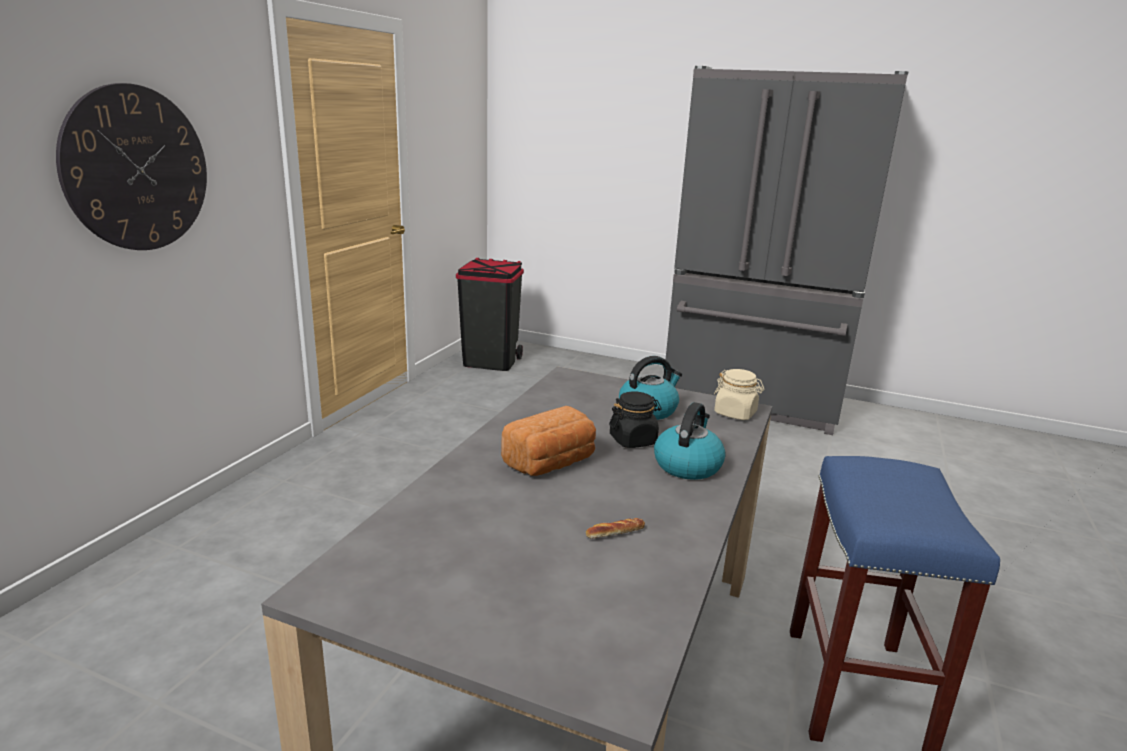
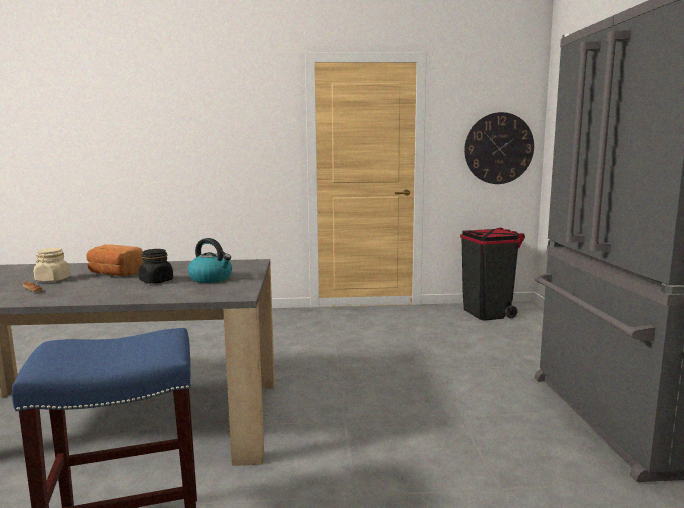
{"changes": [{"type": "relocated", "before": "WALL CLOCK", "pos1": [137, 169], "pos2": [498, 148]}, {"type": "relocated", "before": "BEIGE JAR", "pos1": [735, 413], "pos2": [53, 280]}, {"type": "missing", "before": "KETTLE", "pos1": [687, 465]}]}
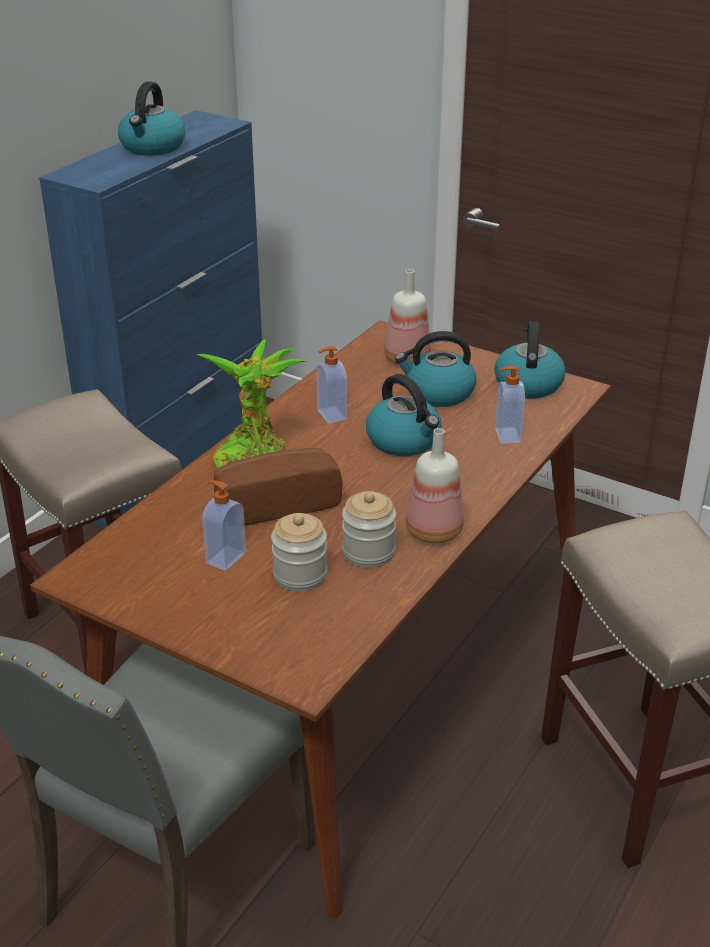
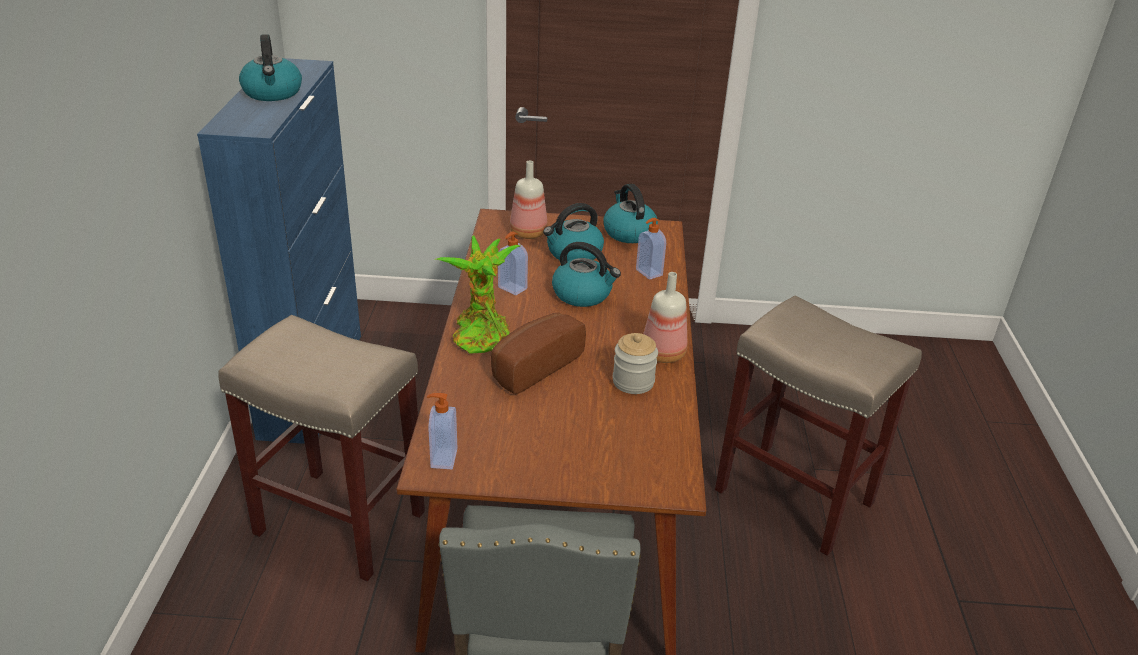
{"changes": [{"type": "relocated", "before": "SOAP DISPENSER", "pos1": [225, 558], "pos2": [442, 458]}, {"type": "missing", "before": "JAR", "pos1": [300, 575]}]}
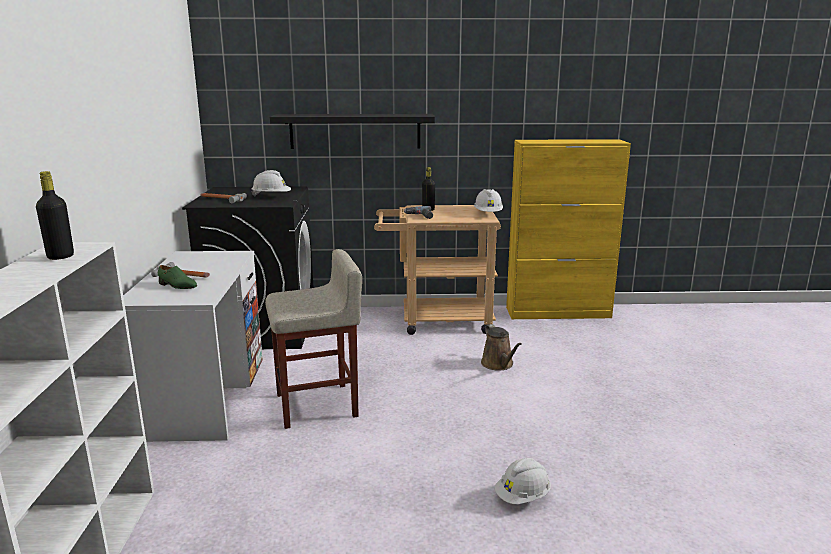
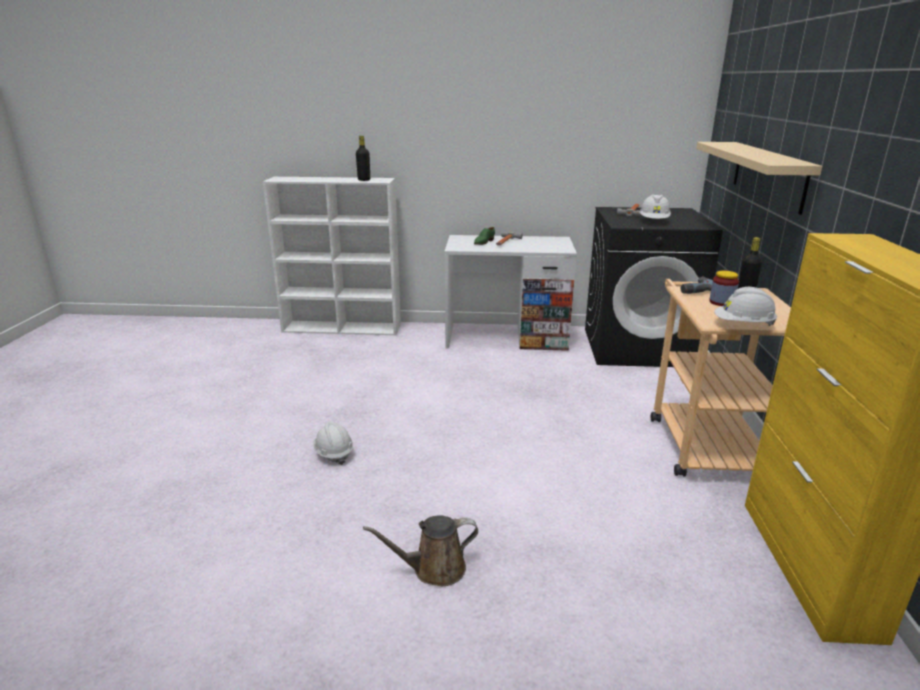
{"changes": [{"type": "colour", "before": "BLACK SHELF", "after": "BEIGE SHELF", "pos1": [355, 131], "pos2": [768, 175]}, {"type": "missing", "before": "BEIGE STOOL", "pos1": [318, 405]}, {"type": "relocated", "before": "BROWN WATERING CAN", "pos1": [498, 364], "pos2": [434, 569]}, {"type": "appeared", "after": "JAR", "pos2": [721, 302]}]}
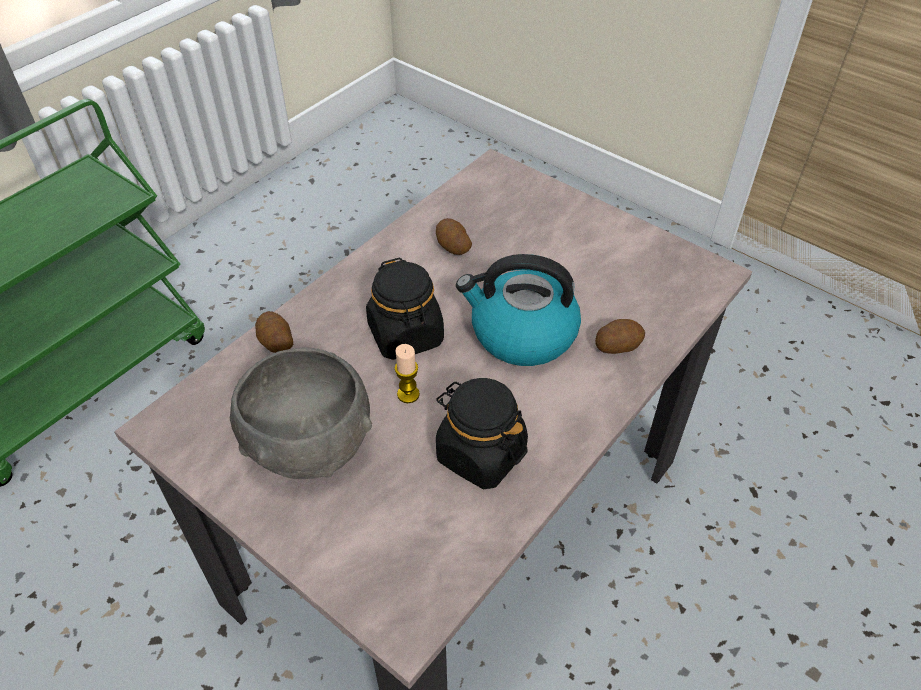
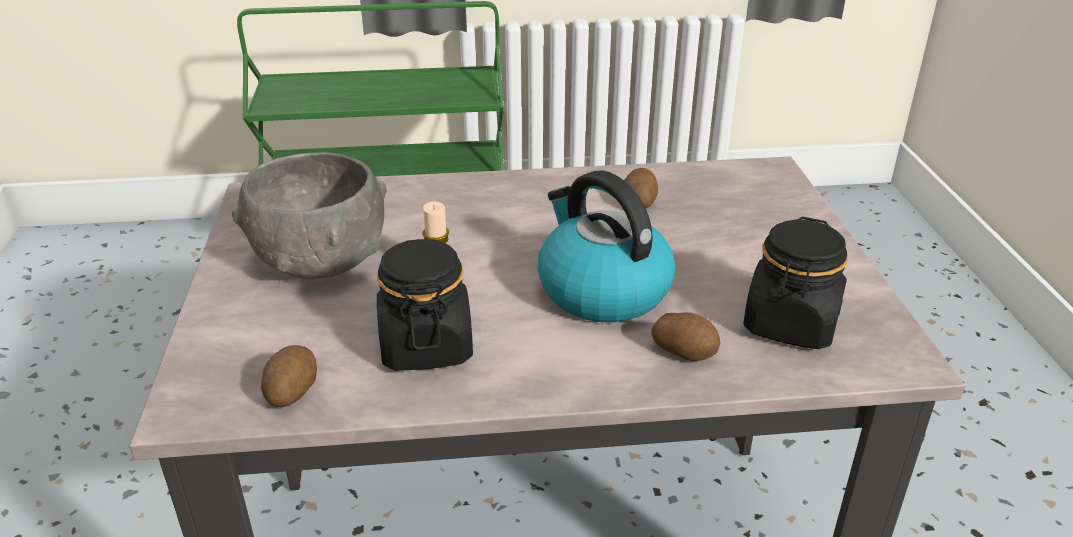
{"changes": [{"type": "relocated", "before": "BLACK JAR", "pos1": [406, 335], "pos2": [790, 324]}, {"type": "relocated", "before": "POTATO", "pos1": [275, 342], "pos2": [291, 391]}]}
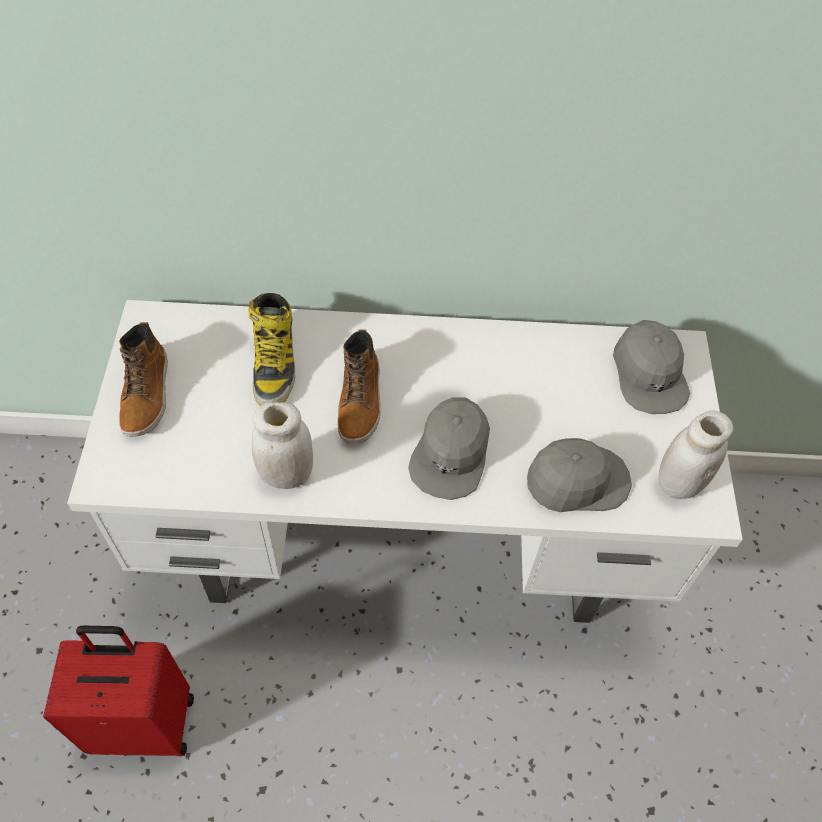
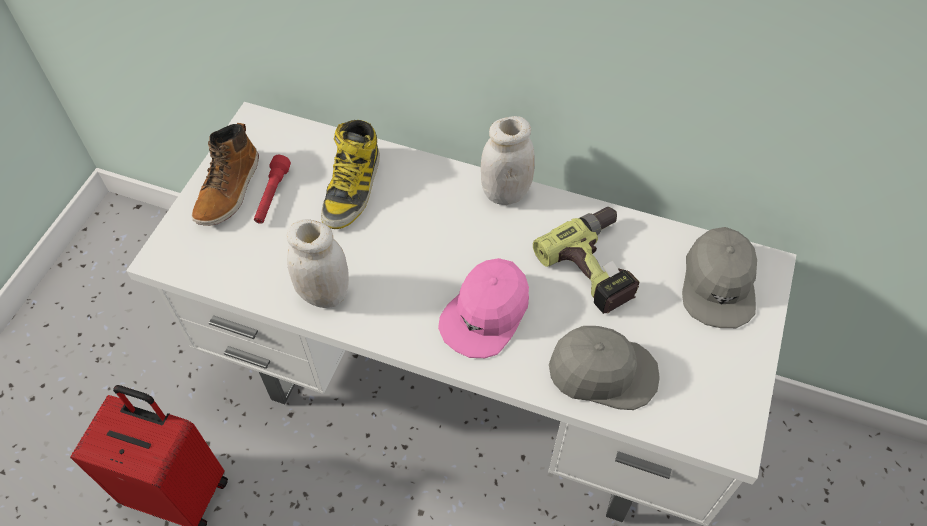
{"changes": [{"type": "missing", "before": "BOOT", "pos1": [360, 401]}, {"type": "colour", "before": "GREY CAP", "after": "PINK CAP", "pos1": [451, 454], "pos2": [486, 313]}, {"type": "relocated", "before": "WHITE JAR", "pos1": [679, 483], "pos2": [505, 192]}, {"type": "appeared", "after": "RED FLASHLIGHT", "pos2": [272, 196]}, {"type": "appeared", "after": "POWER DRILL", "pos2": [598, 265]}]}
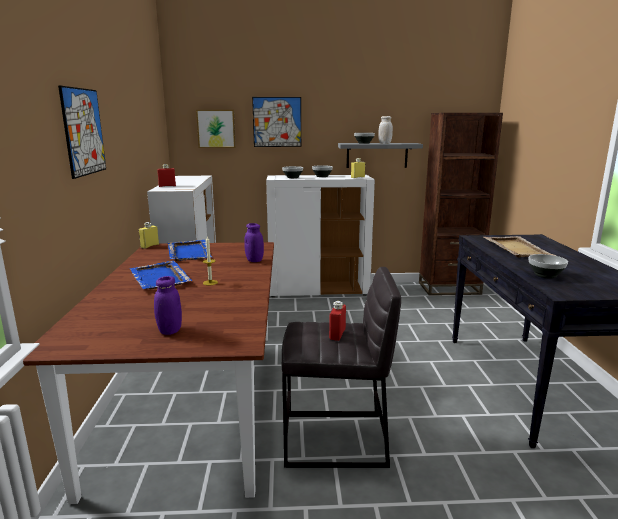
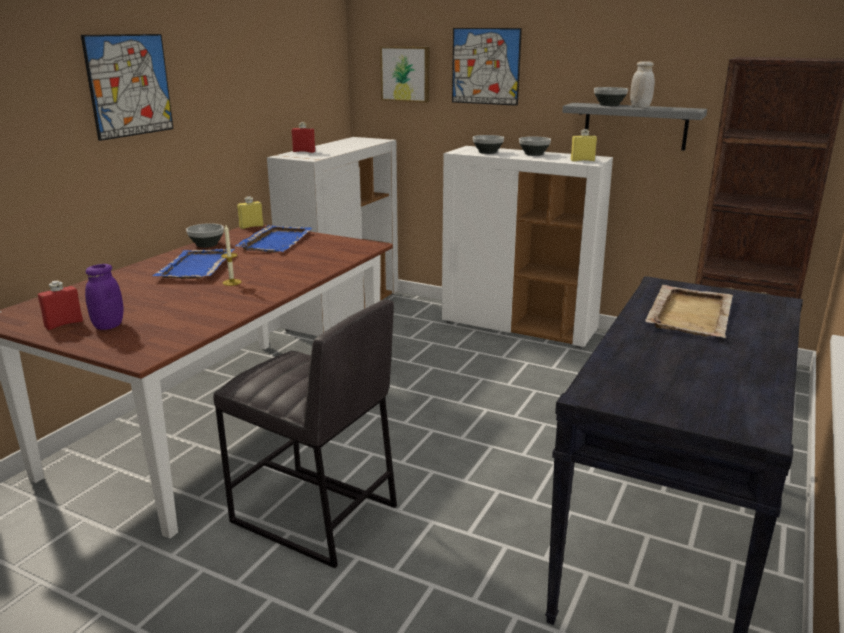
{"changes": [{"type": "missing", "before": "PURPLE JAR", "pos1": [254, 260]}, {"type": "relocated", "before": "BOWL", "pos1": [545, 275], "pos2": [206, 245]}, {"type": "relocated", "before": "RED BOTTLE", "pos1": [337, 334], "pos2": [64, 324]}]}
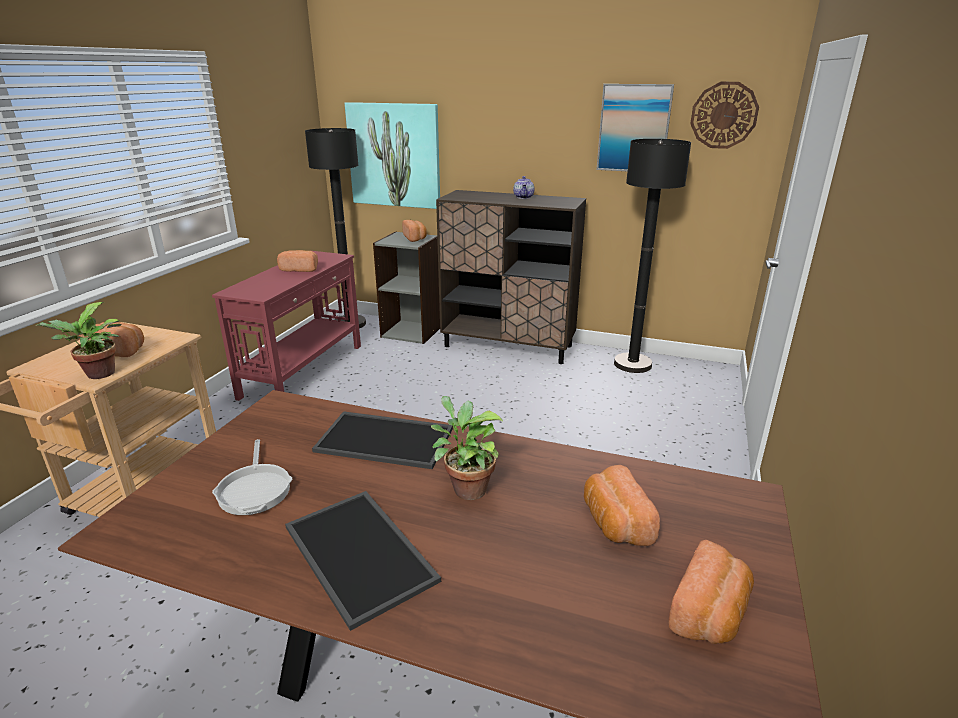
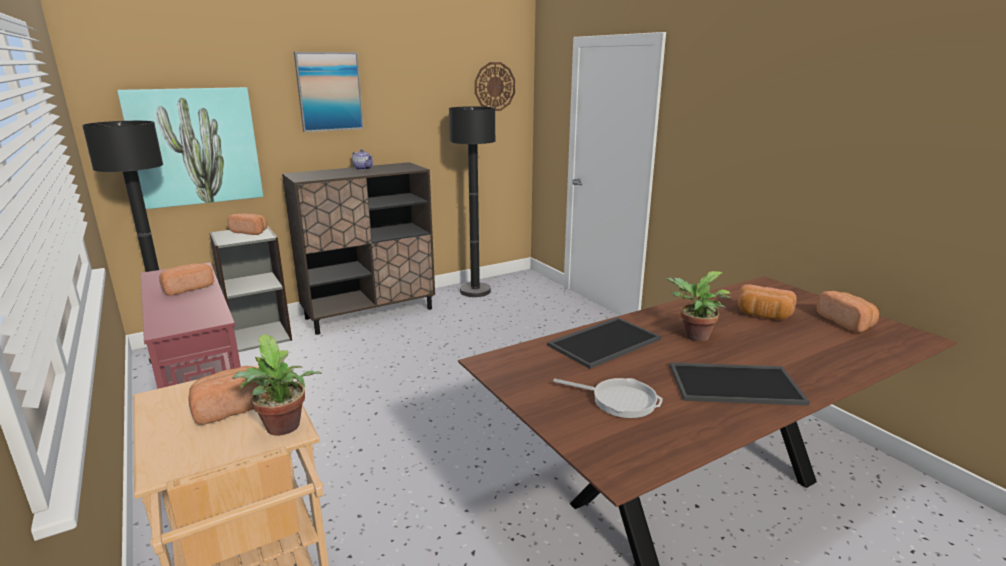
{"changes": [{"type": "relocated", "before": "PICTURE", "pos1": [634, 128], "pos2": [329, 92]}]}
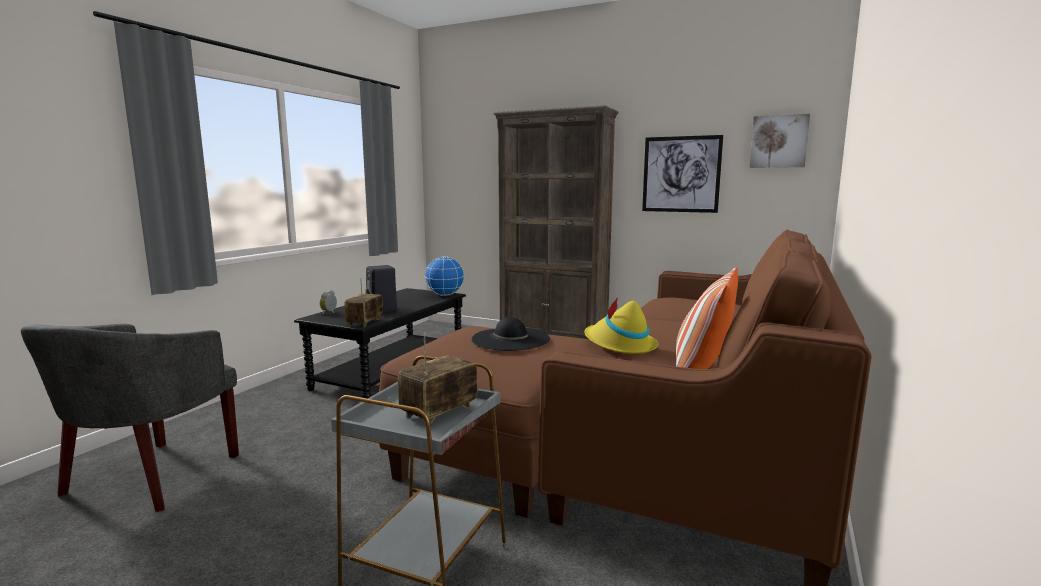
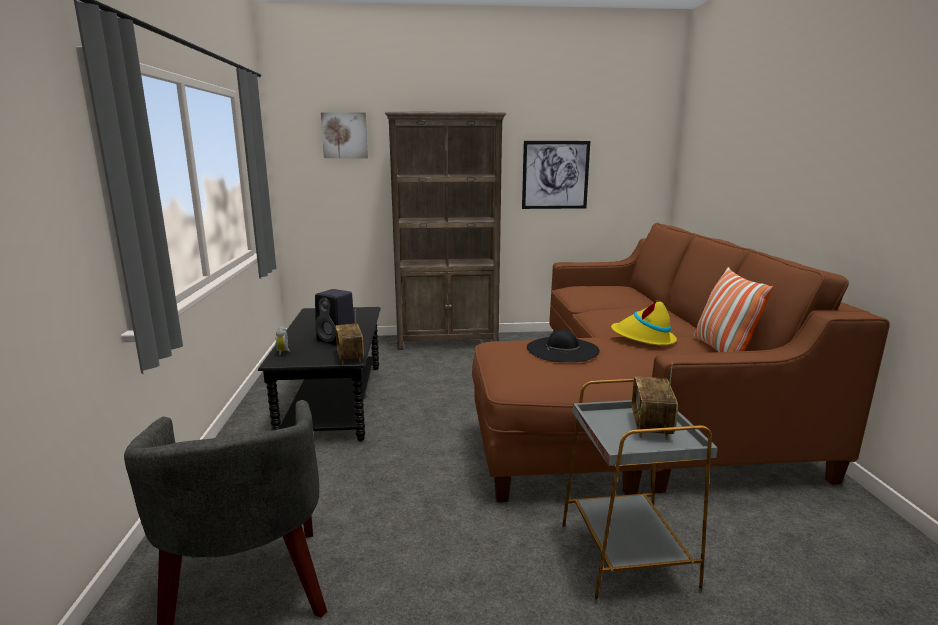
{"changes": [{"type": "relocated", "before": "PICTURE", "pos1": [779, 141], "pos2": [345, 135]}, {"type": "missing", "before": "GLOBE", "pos1": [445, 295]}]}
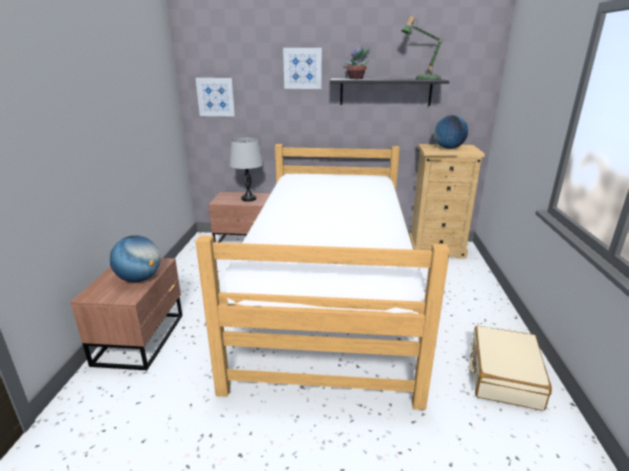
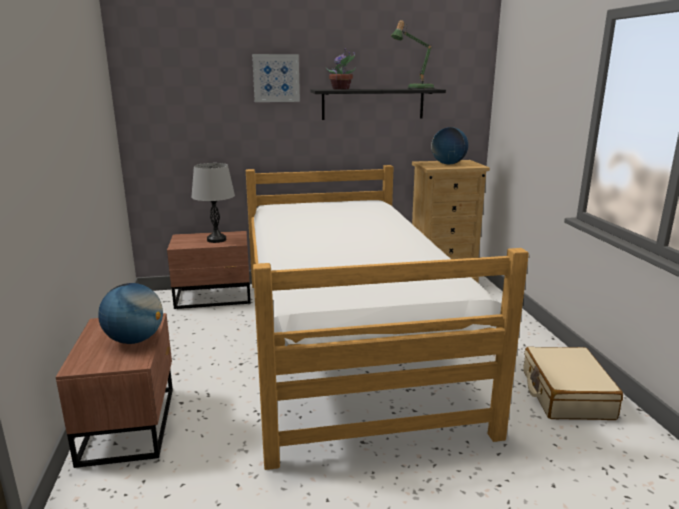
{"changes": [{"type": "missing", "before": "PICTURE", "pos1": [216, 97]}]}
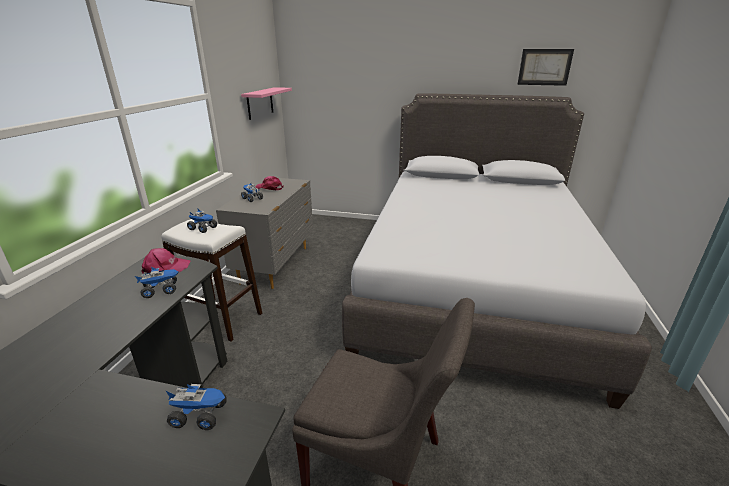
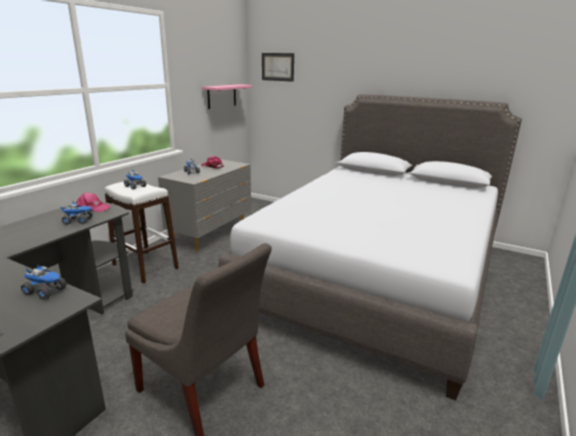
{"changes": [{"type": "relocated", "before": "PICTURE", "pos1": [544, 67], "pos2": [277, 67]}]}
